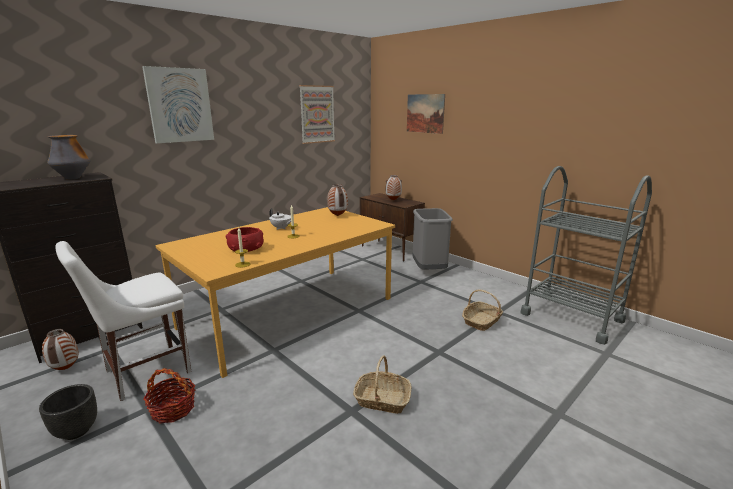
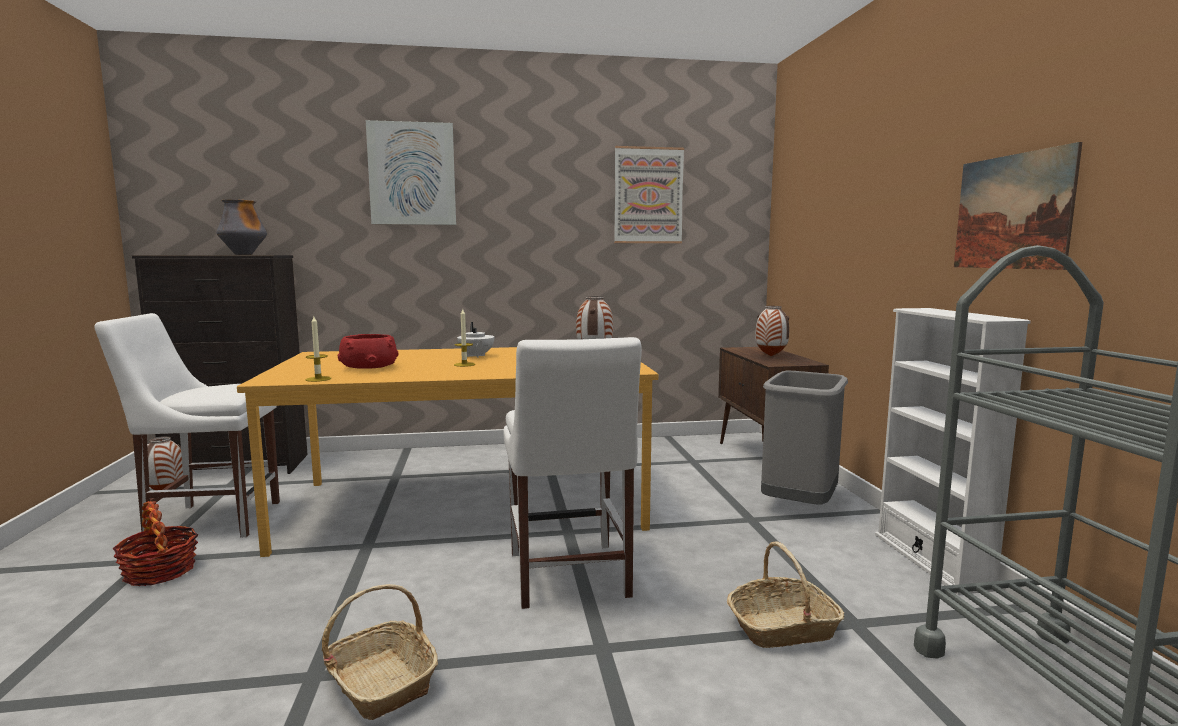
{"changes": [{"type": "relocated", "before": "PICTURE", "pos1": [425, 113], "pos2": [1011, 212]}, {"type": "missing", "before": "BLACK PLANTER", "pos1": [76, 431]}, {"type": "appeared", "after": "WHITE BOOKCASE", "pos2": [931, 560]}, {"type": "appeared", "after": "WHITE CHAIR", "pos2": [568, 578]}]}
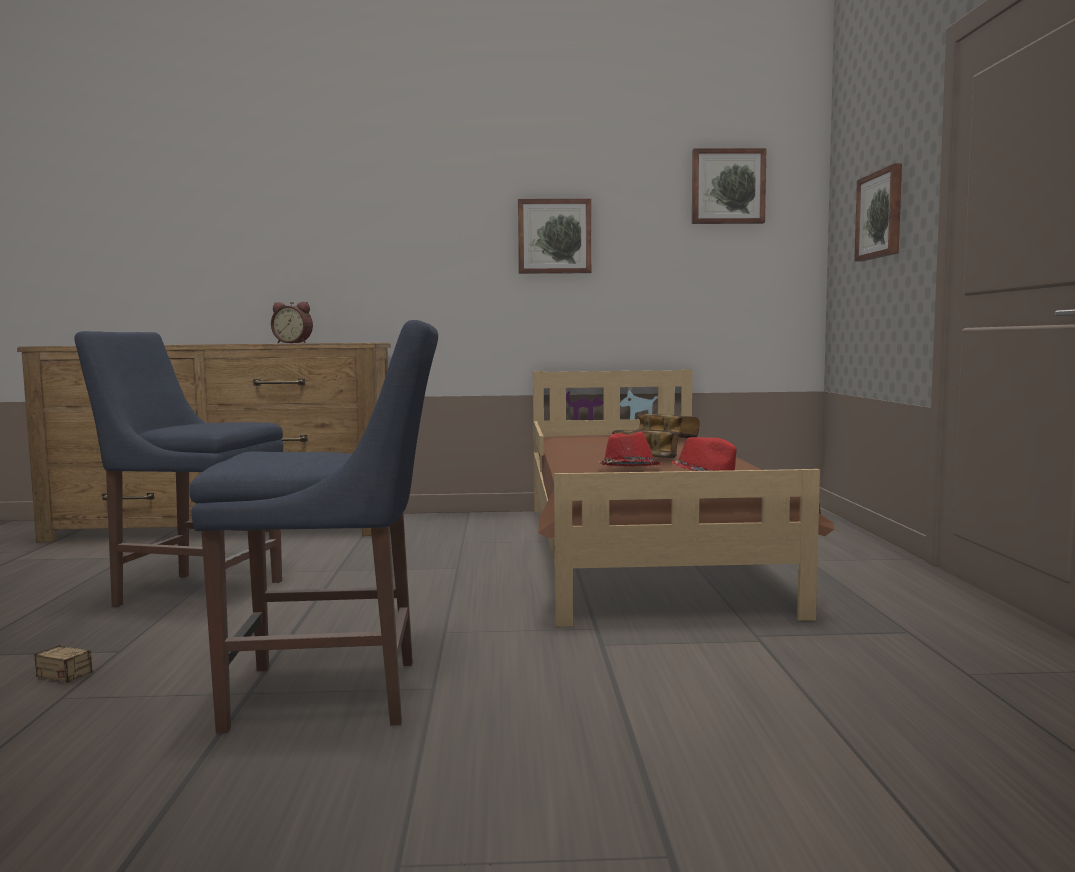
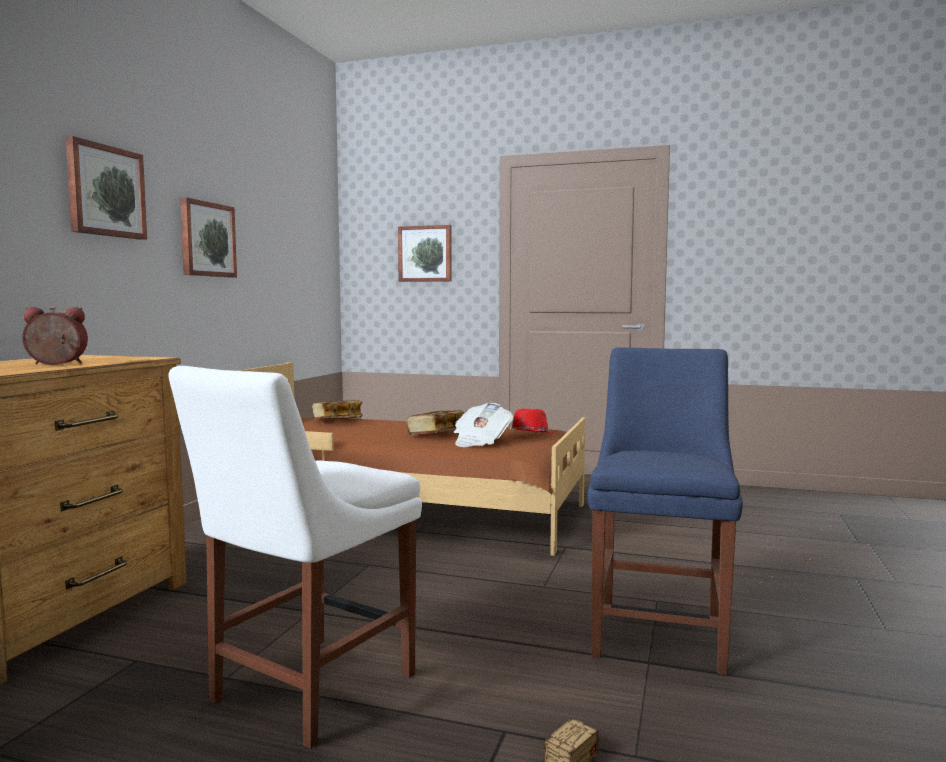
{"changes": [{"type": "relocated", "before": "PICTURE", "pos1": [727, 187], "pos2": [105, 191]}, {"type": "spun", "before": "ALARM CLOCK", "pos1": [293, 343], "pos2": [56, 364], "turn": -135}, {"type": "colour", "before": "BLUE CHAIR", "after": "WHITE CHAIR", "pos1": [193, 592], "pos2": [306, 691]}, {"type": "exchanged", "before": "RED HAT", "after": "NEWSPAPER", "pos1": [628, 471], "pos2": [480, 442]}]}
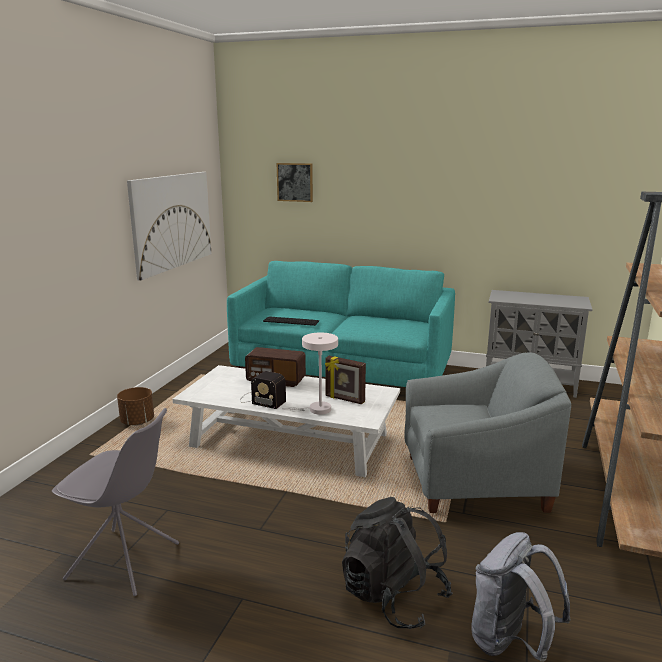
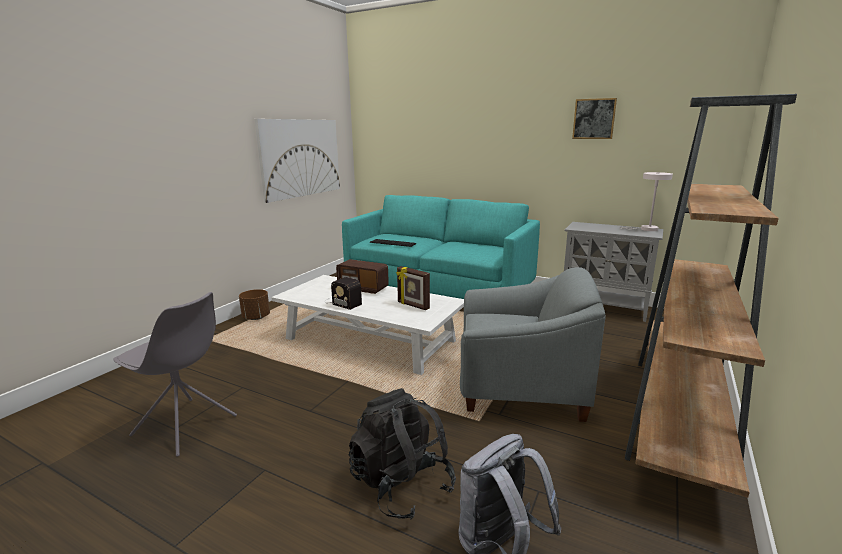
{"changes": [{"type": "relocated", "before": "PICTURE", "pos1": [295, 182], "pos2": [594, 119]}, {"type": "relocated", "before": "WHITE TABLE LAMP", "pos1": [316, 410], "pos2": [646, 229]}]}
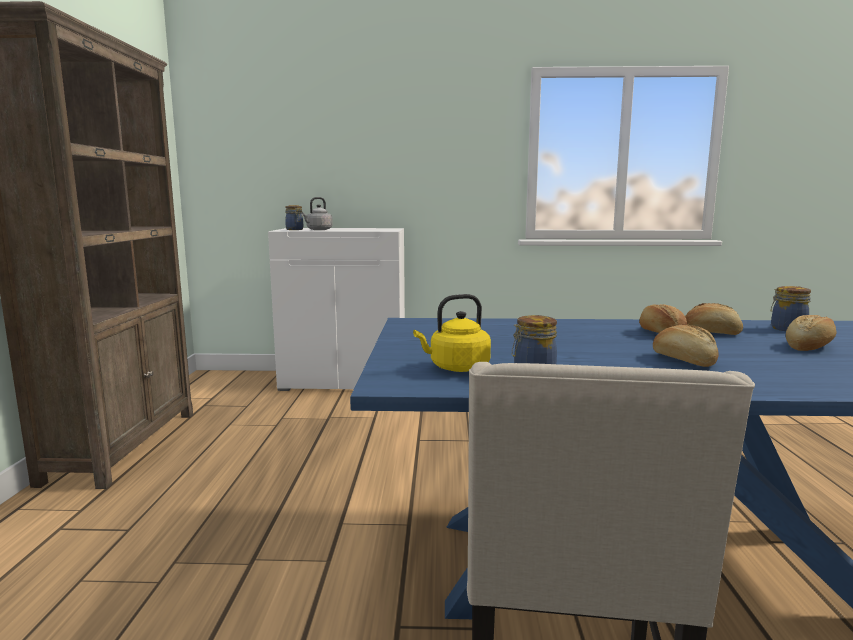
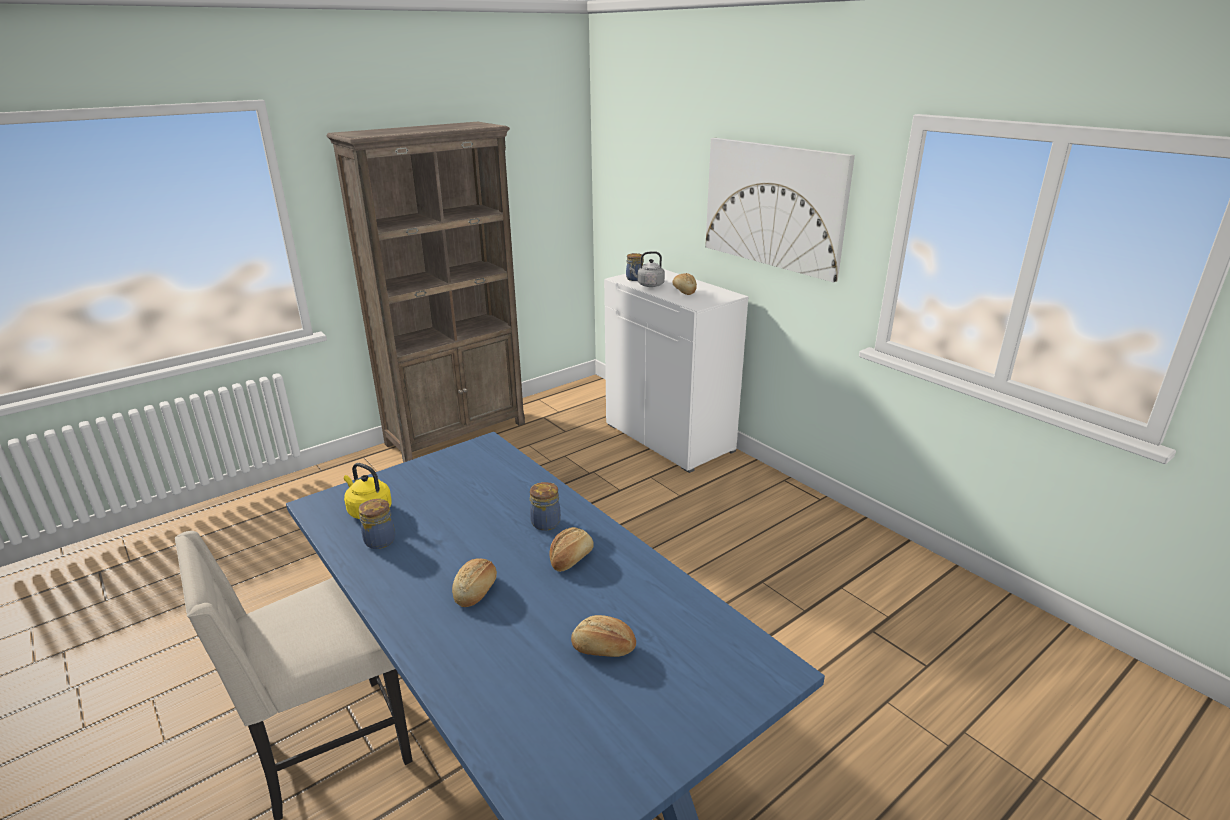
{"changes": [{"type": "relocated", "before": "JAR", "pos1": [786, 329], "pos2": [546, 522]}, {"type": "relocated", "before": "BREAD", "pos1": [711, 332], "pos2": [684, 291]}, {"type": "appeared", "after": "PICTURE", "pos2": [773, 206]}]}
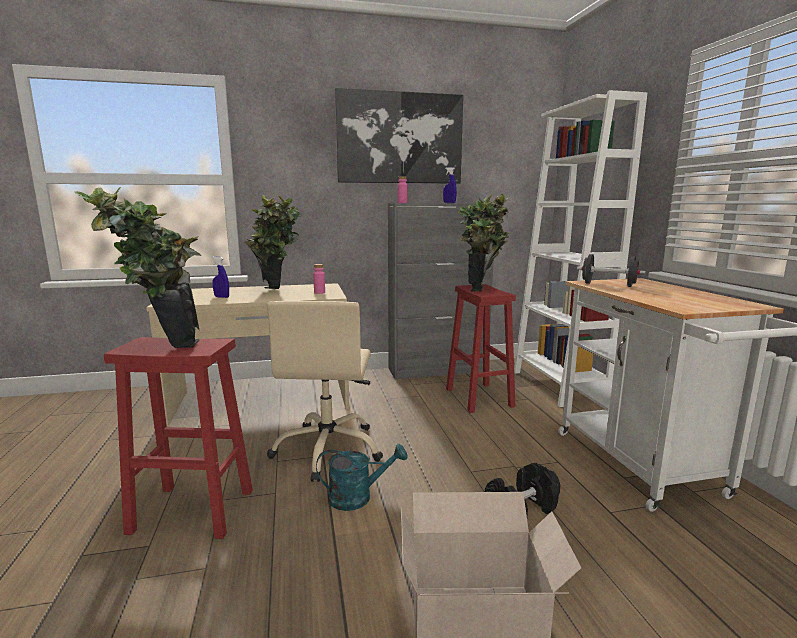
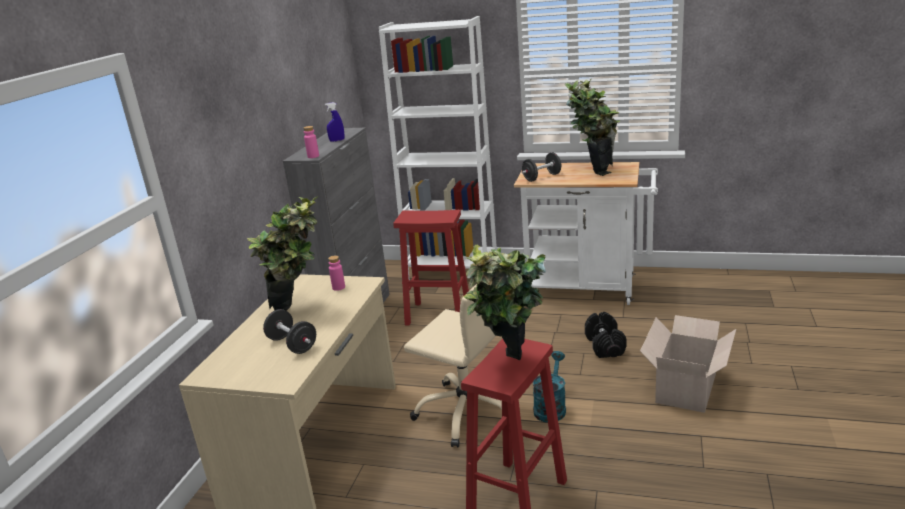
{"changes": [{"type": "missing", "before": "PICTURE", "pos1": [400, 138]}, {"type": "relocated", "before": "POTTED PLANT", "pos1": [482, 288], "pos2": [592, 171]}, {"type": "exchanged", "before": "BLUE SPRAY BOTTLE", "after": "BLACK DUMBBELL", "pos1": [221, 297], "pos2": [292, 345]}]}
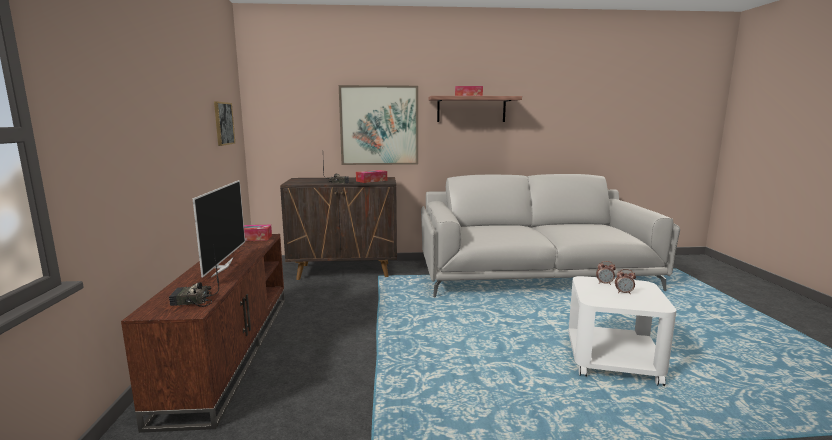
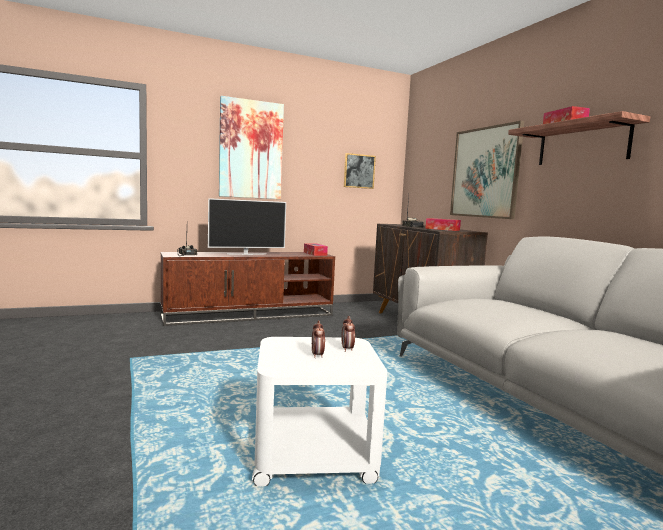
{"changes": [{"type": "appeared", "after": "PICTURE", "pos2": [251, 149]}]}
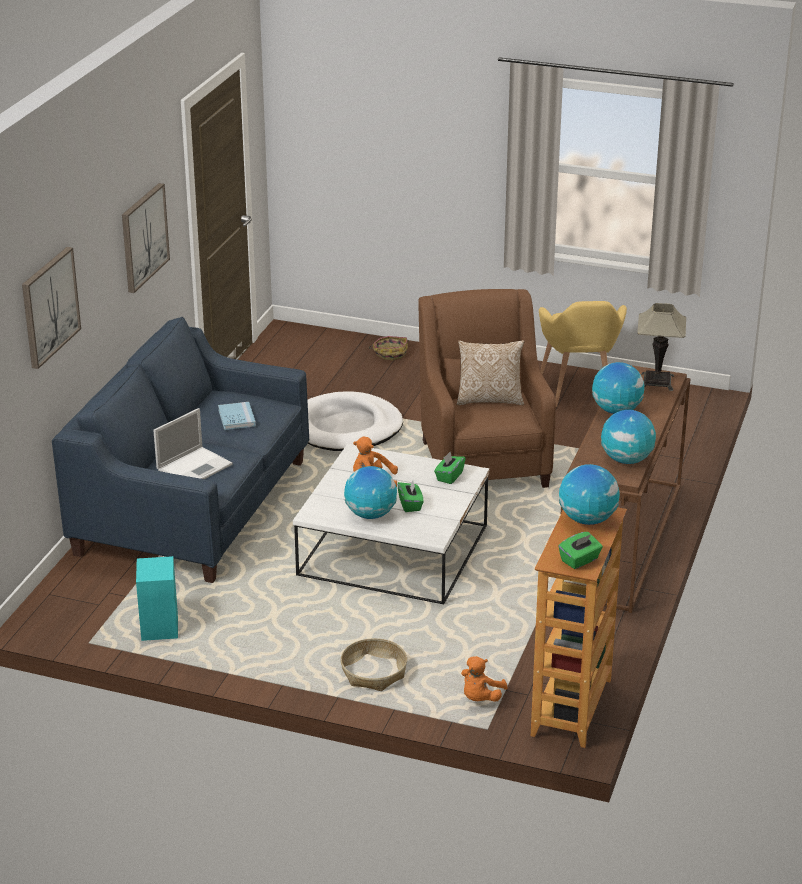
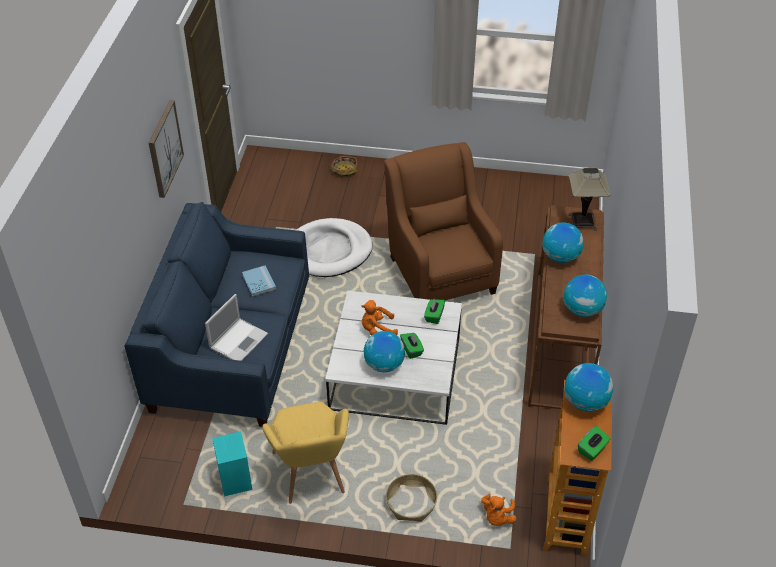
{"changes": [{"type": "missing", "before": "PICTURE", "pos1": [49, 306]}, {"type": "relocated", "before": "YELLOW ARMCHAIR", "pos1": [578, 393], "pos2": [311, 477]}, {"type": "missing", "before": "PILLOW", "pos1": [489, 399]}]}
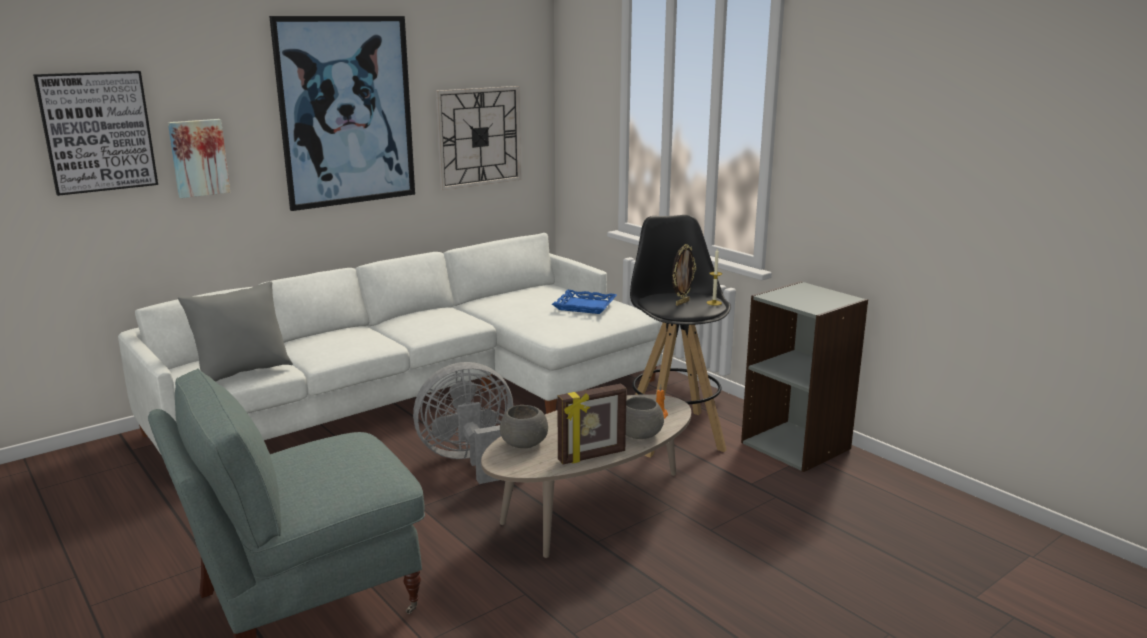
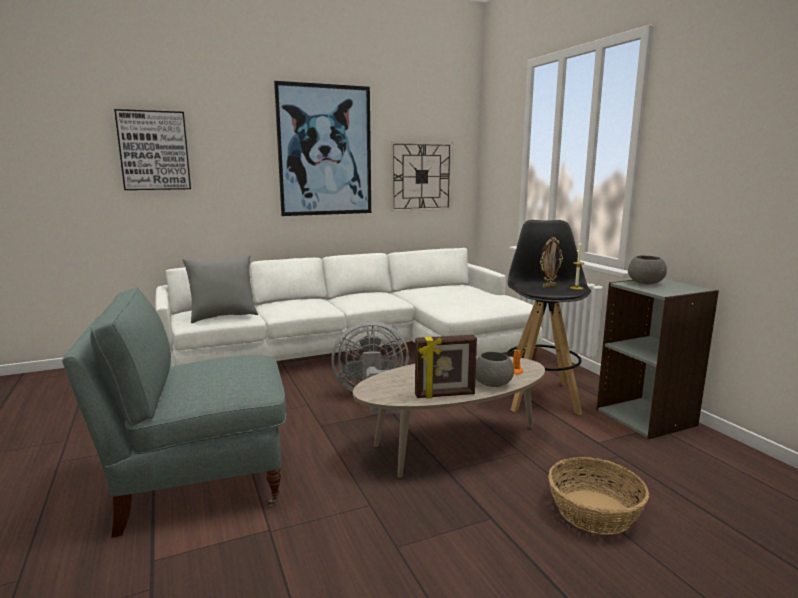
{"changes": [{"type": "missing", "before": "PICTURE", "pos1": [198, 157]}, {"type": "missing", "before": "BLUE TRAY", "pos1": [585, 306]}, {"type": "relocated", "before": "GREY BOWL", "pos1": [523, 444], "pos2": [645, 283]}, {"type": "appeared", "after": "BASKET", "pos2": [594, 511]}]}
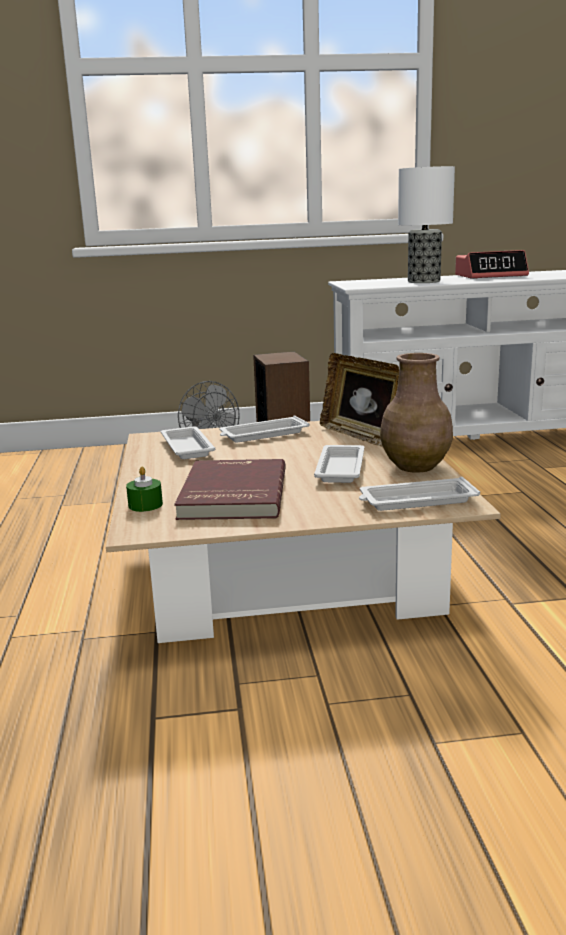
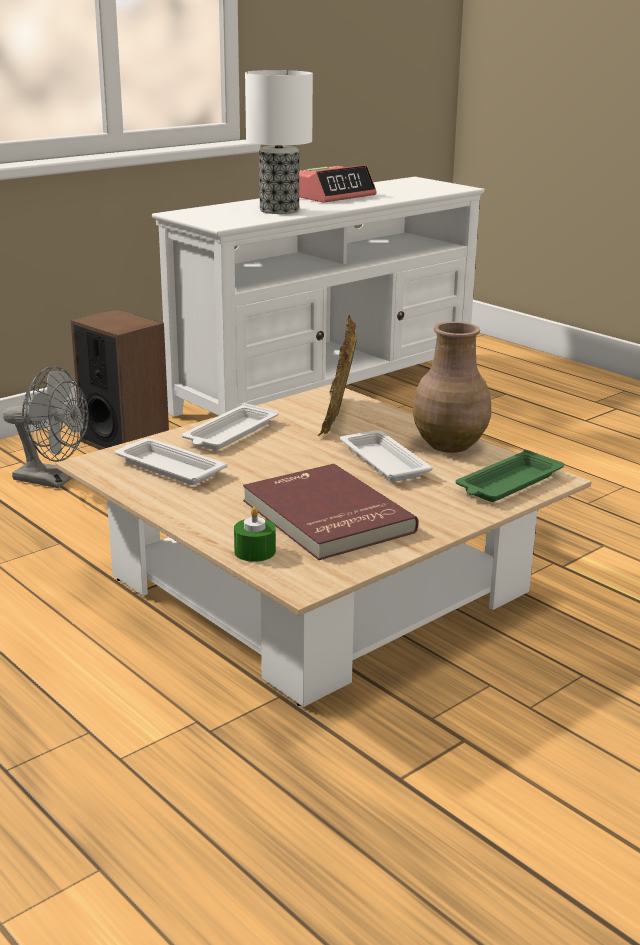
{"changes": [{"type": "spun", "before": "PICTURE FRAME", "pos1": [360, 435], "pos2": [338, 416], "turn": 75}, {"type": "colour", "before": "WHITE TRAY", "after": "GREEN TRAY", "pos1": [416, 501], "pos2": [508, 484]}]}
